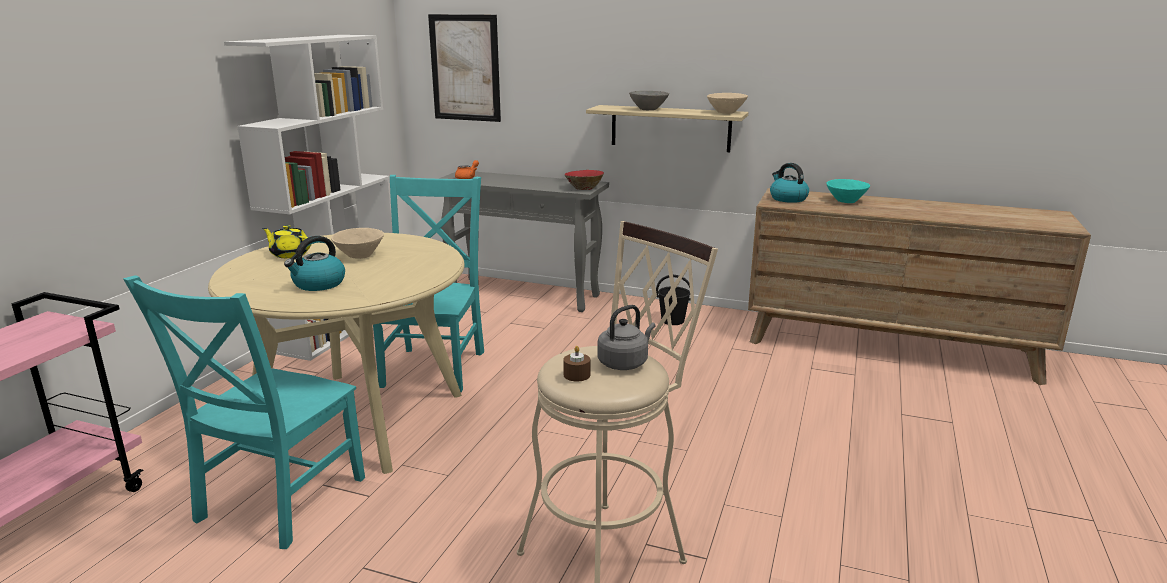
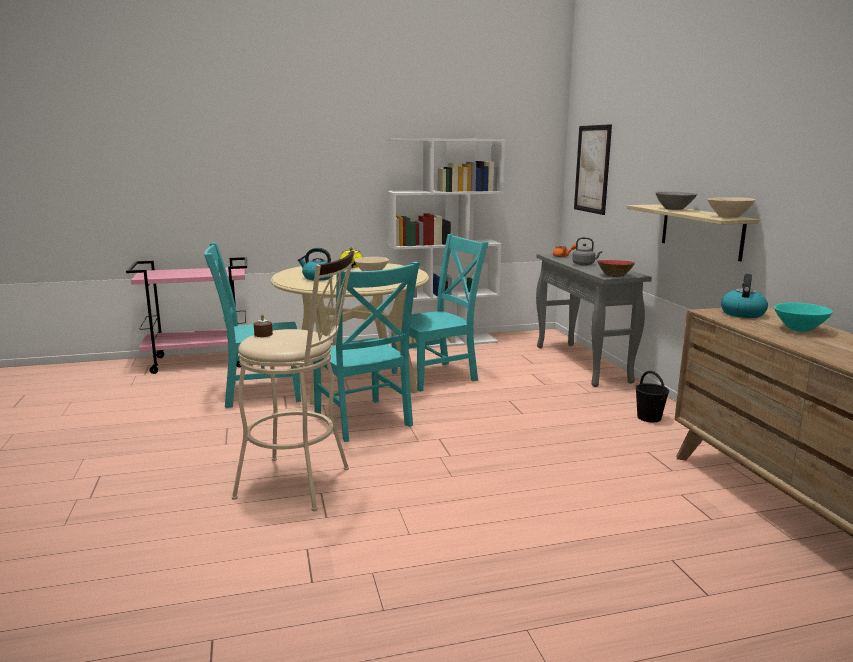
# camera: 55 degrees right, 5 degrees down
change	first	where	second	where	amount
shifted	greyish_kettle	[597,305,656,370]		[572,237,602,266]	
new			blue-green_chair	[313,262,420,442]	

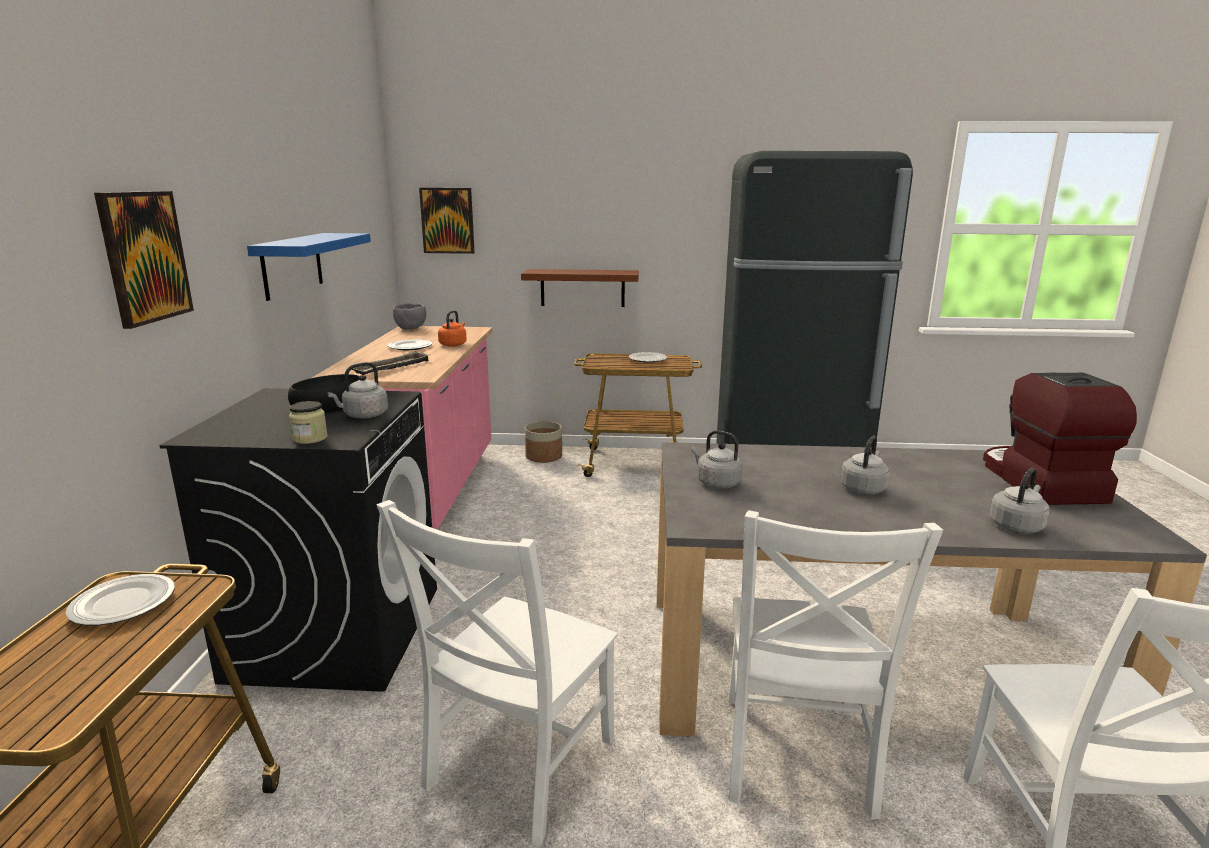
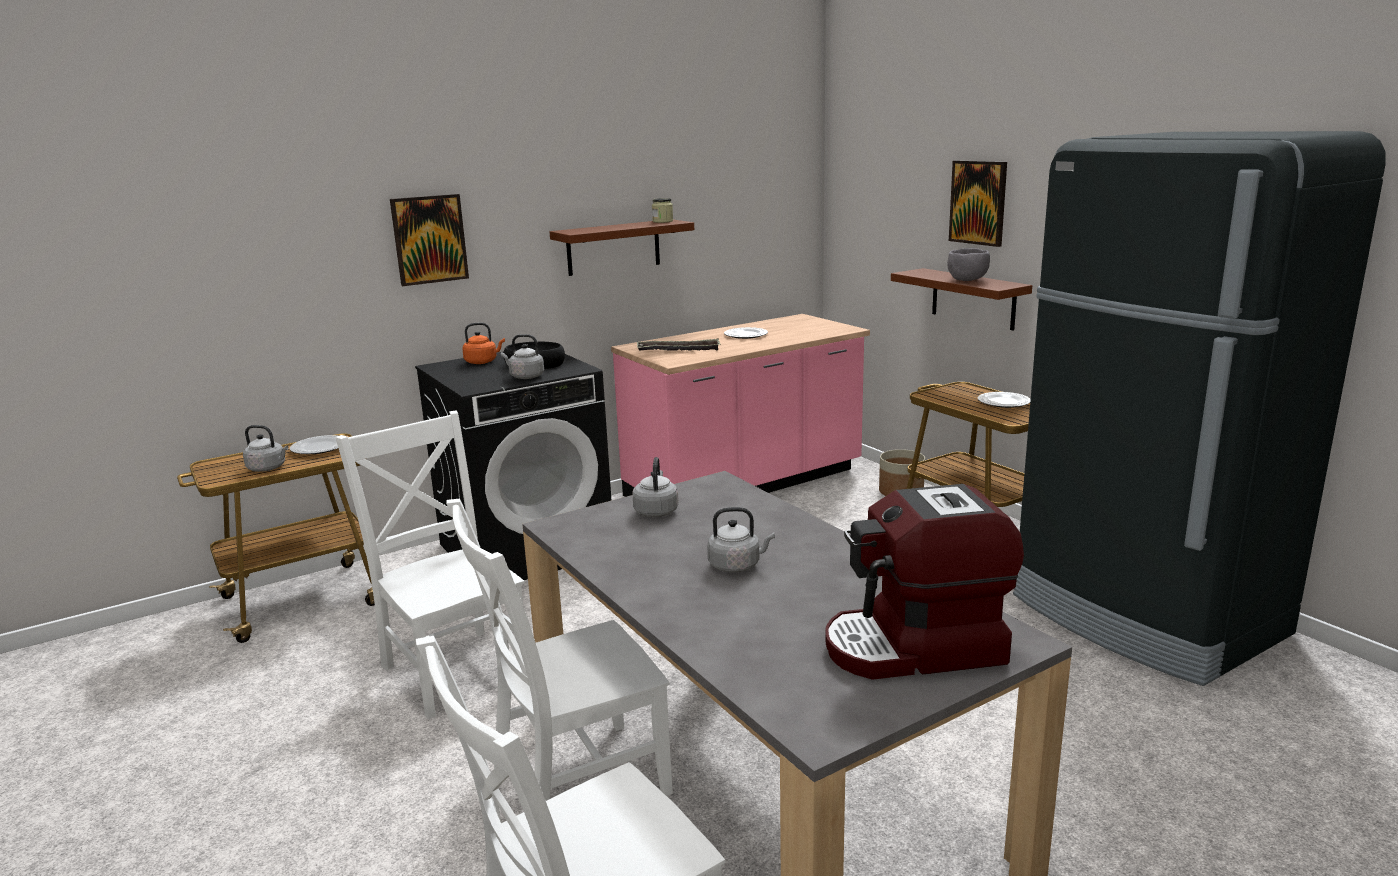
# camera: 55 degrees right, 0 degrees up
change	first	where	second	where	amount
repainted	blue_wall_shelf	[247,233,371,301]	brown-coloured_wall_shelf	[550,220,694,276]	
shifted	preserve_jar	[289,401,328,444]		[652,198,673,223]	
rotated	white_chair	[376,500,618,846]		[335,411,525,719]	60 degrees clockwise
shifted	greyish_bowl	[393,303,426,330]		[947,248,990,281]	
shifted	wall_picture	[419,188,475,254]		[949,160,1007,247]	
shifted	orange_kettle	[438,310,467,347]		[462,323,505,364]	
rotated	coffee_machine	[983,372,1137,505]		[825,484,1024,680]	150 degrees counterclockwise
shifted	greyish_kettle	[989,468,1050,534]		[243,425,288,472]	

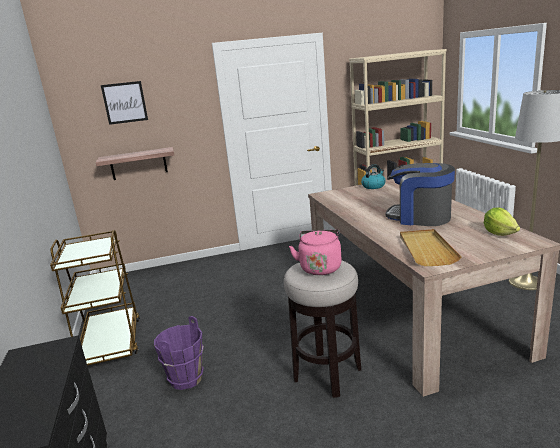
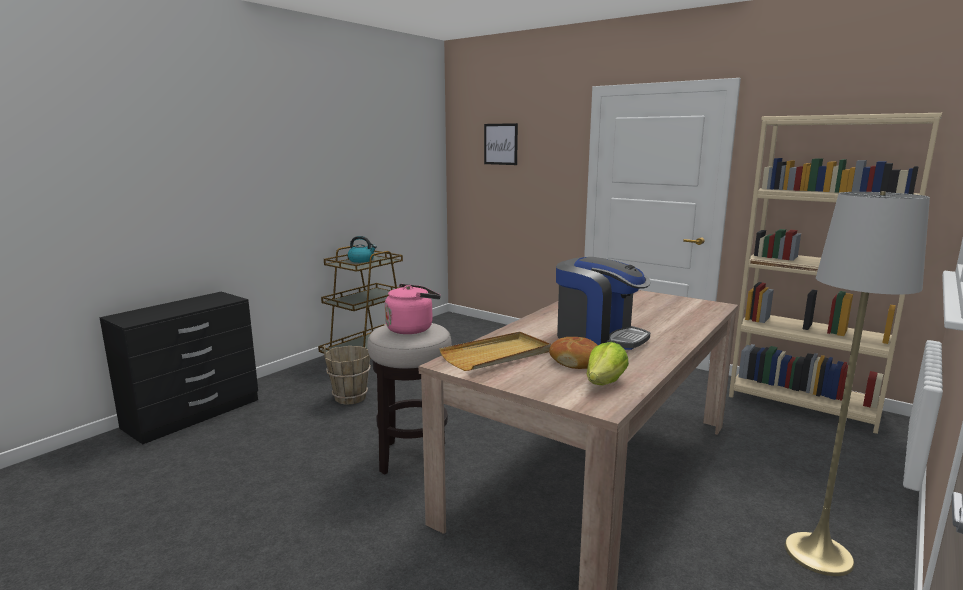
# camera: 50 degrees right, 5 degrees down
change	first	where	second	where	amount
gone	wall_shelf	[96,147,174,180]			
repainted	purple-coloured_water_bucket	[154,316,204,390]	brown-coloured_water_bucket	[323,345,371,405]	
shifted	kettle	[361,164,385,189]		[348,236,377,263]	
rotated	coffee_machine	[386,163,455,226]		[556,257,650,350]	135 degrees clockwise
new			baked_bread	[549,337,598,369]	

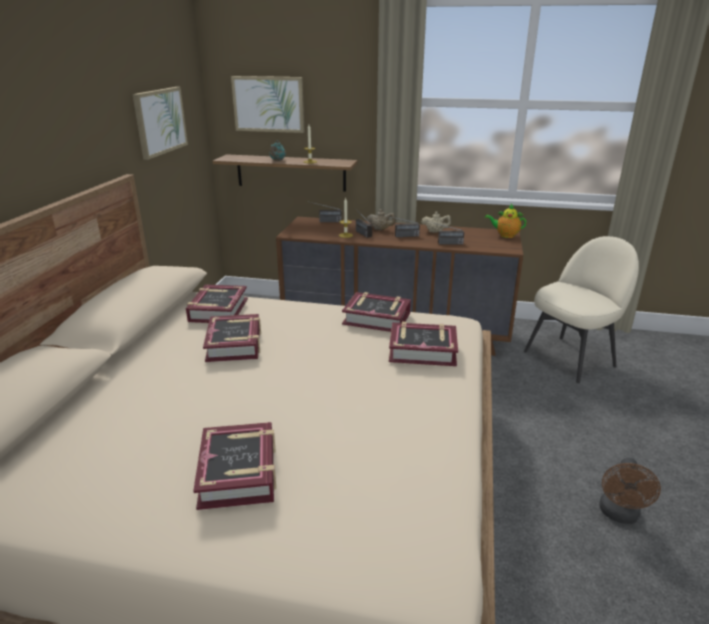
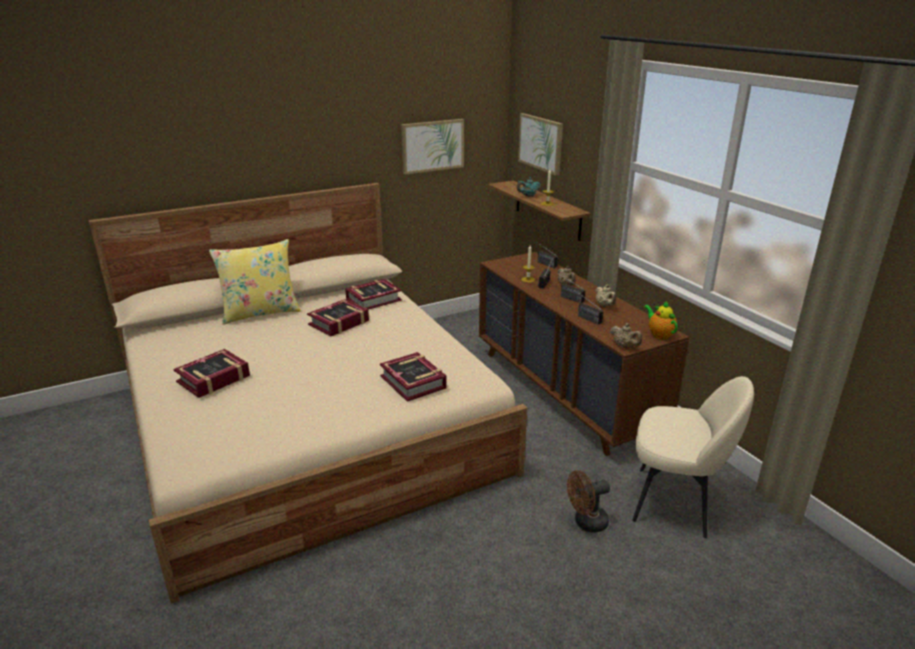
# camera: 50 degrees right, 0 degrees up
change	first	where	second	where	amount
gone	book	[342,292,411,332]			
shifted	brown-coloured_electric_fan	[599,458,661,524]		[567,470,610,533]	
new			yellow-coloured_cushion	[209,239,301,325]	
new			beige_teapot	[610,323,642,348]	

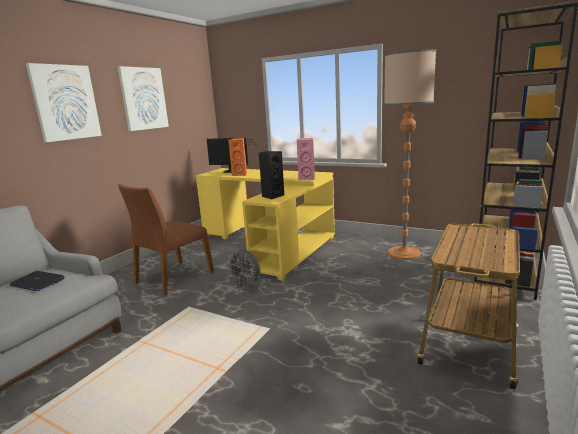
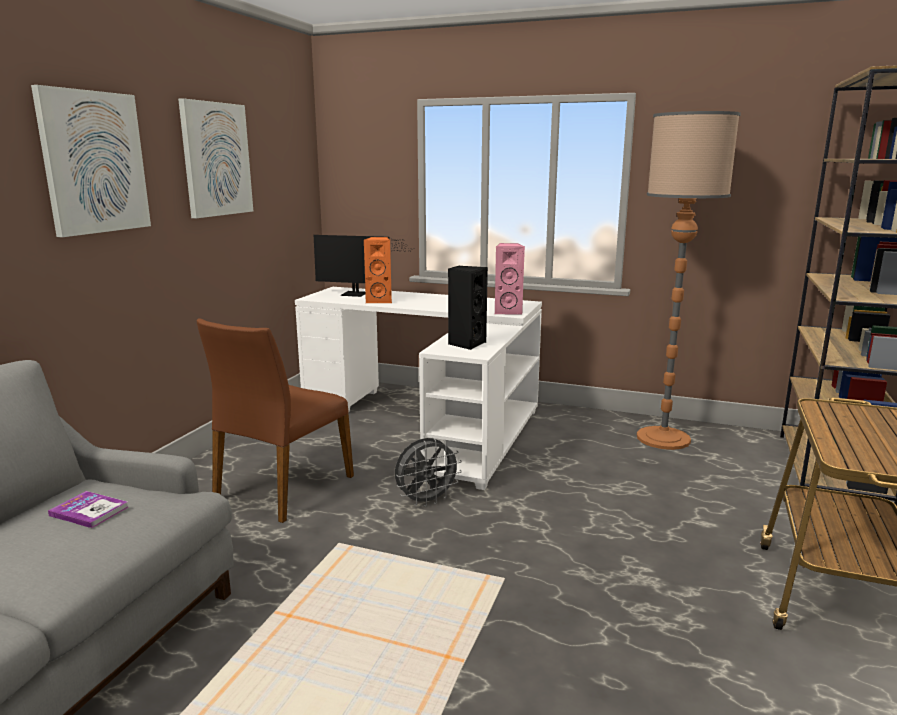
# camera: 10 degrees left, 0 degrees up
change	first	where	second	where	amount
swapped	portable_computer	[9,271,65,291]	book	[48,491,128,528]	
repainted	yellow-coloured_desk	[196,168,335,281]	white_desk	[295,287,542,490]	
rotated	greyish_electric_fan	[227,250,260,289]		[395,438,462,507]	60 degrees counterclockwise

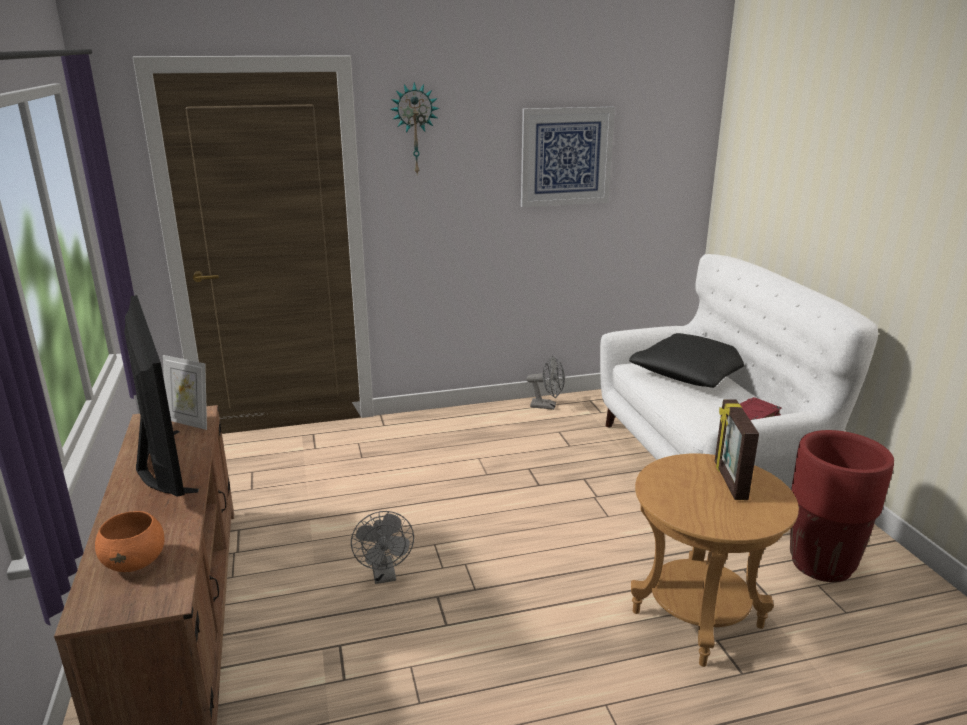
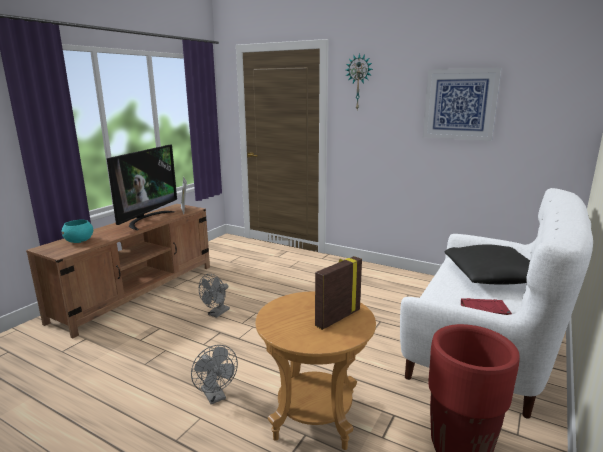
# camera: 45 degrees right, 5 degrees down
change	first	where	second	where	amount
repainted	orange_bowl	[95,511,165,572]	blue-green_bowl	[62,219,93,243]	
shifted	greyish_electric_fan	[526,356,565,410]		[191,345,238,404]	

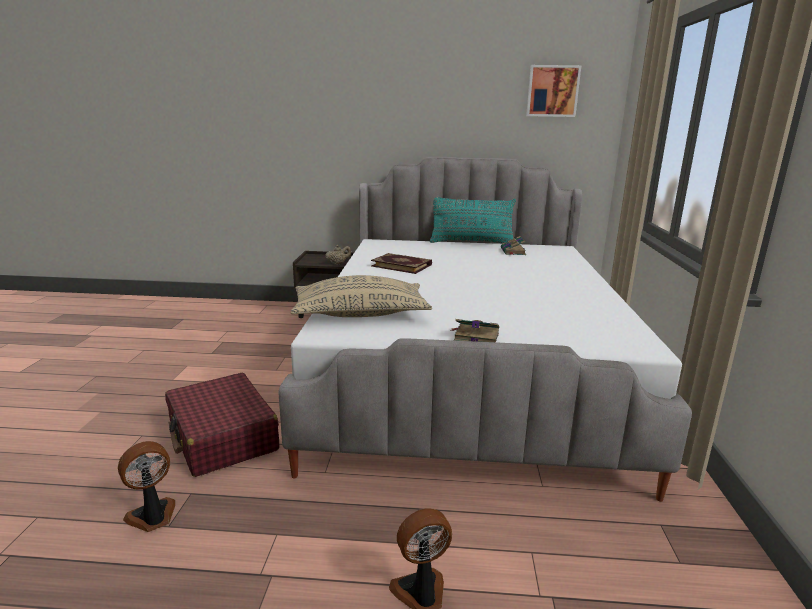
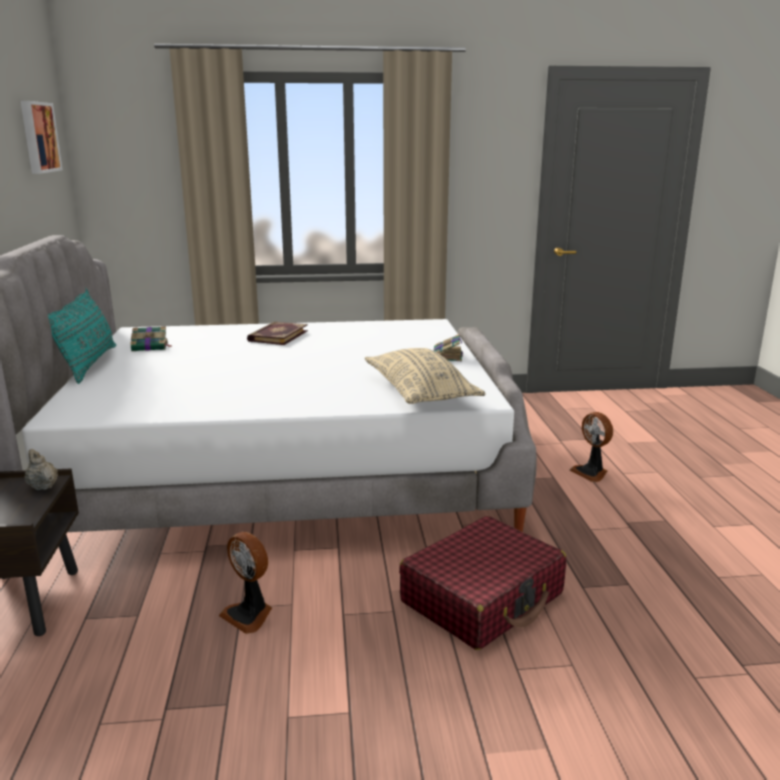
# camera: 100 degrees left, 0 degrees up
change	first	where	second	where	amount
shifted	electric_fan	[118,441,175,532]		[219,532,272,634]	
shifted	book	[371,253,432,274]		[247,322,308,345]	

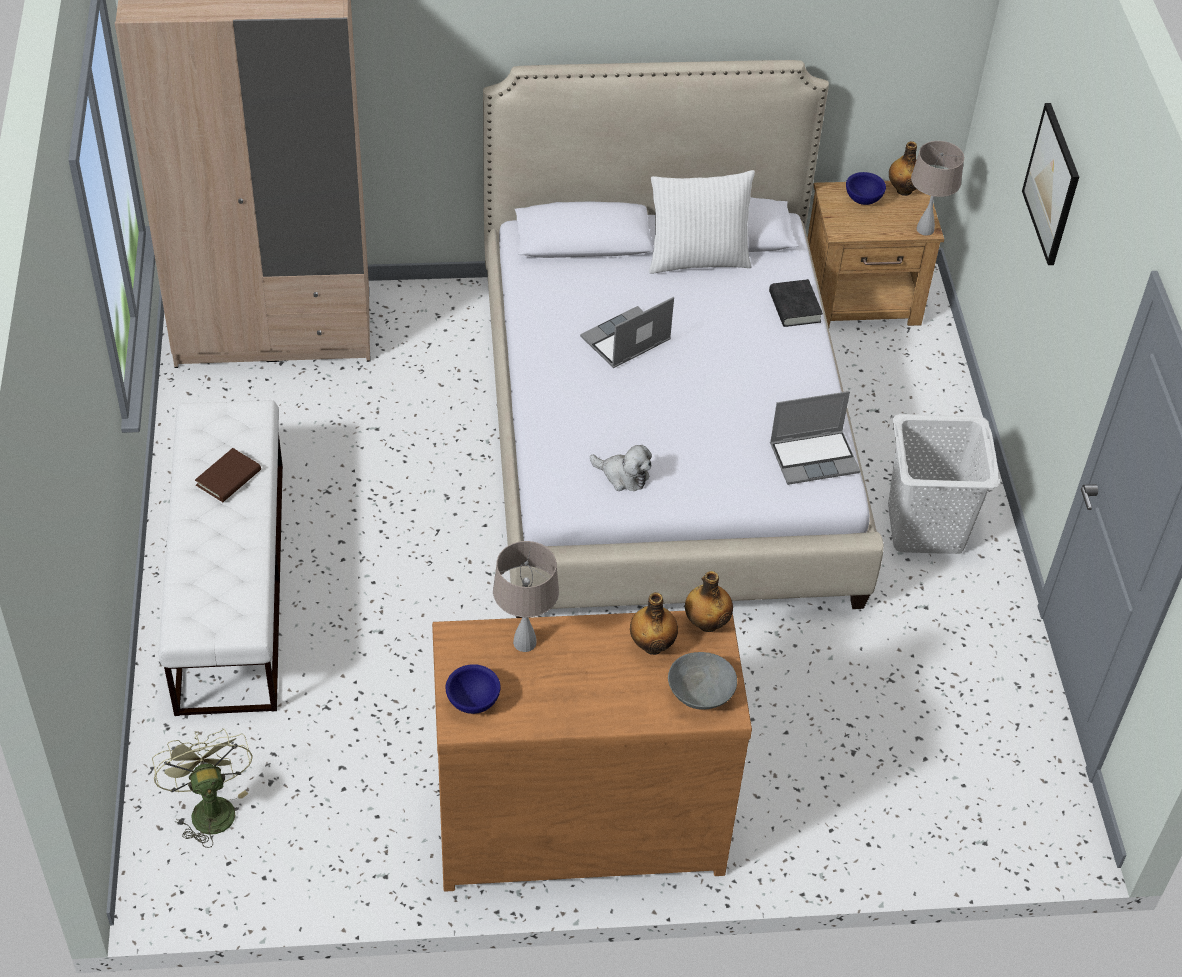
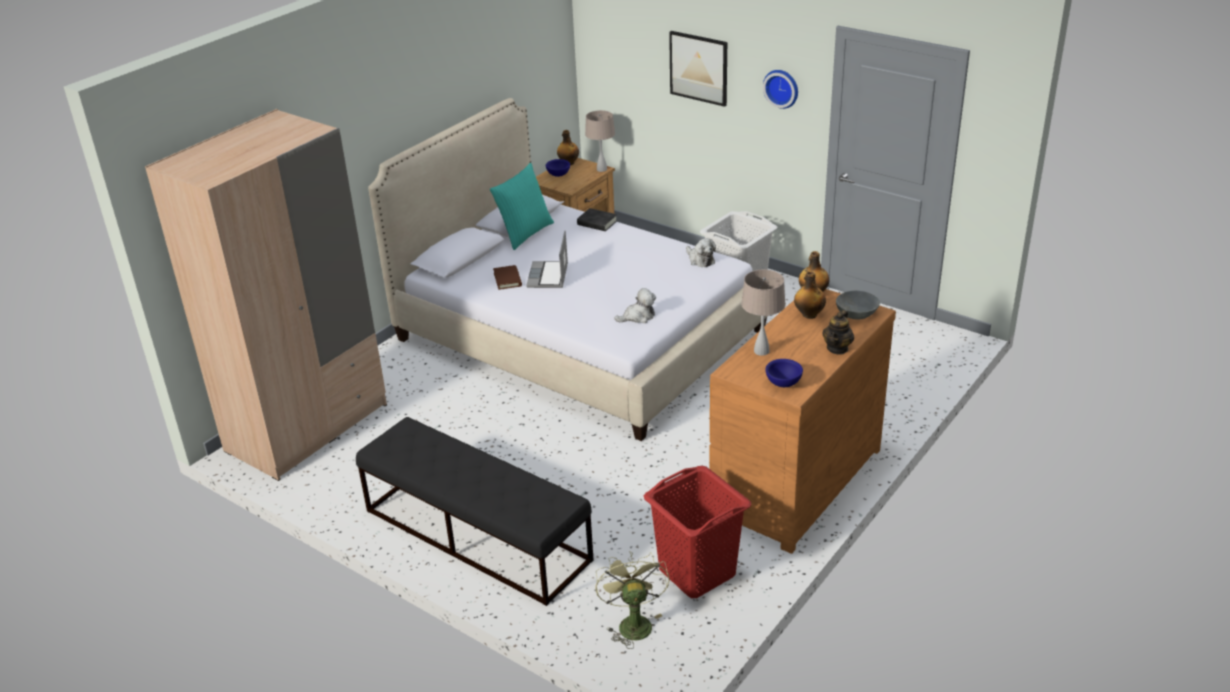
# camera: 45 degrees left, 15 degrees down
change	first	where	second	where	amount
rotated	green_electric_fan	[152,728,253,848]		[595,551,670,649]	60 degrees clockwise
repainted	white_indoor_bench	[159,400,283,716]	black-coloured_indoor_bench	[356,417,594,606]	
shifted	brown-coloured_book	[195,448,261,502]		[493,265,522,290]	
repainted	white_cushion	[649,170,755,274]	blue-green_cushion	[490,163,554,250]	
swapped	portable_computer	[770,391,860,485]	plush_toy	[686,238,716,267]	
new			red-coloured_washing_basket	[644,466,752,598]	
new			hanging_clock	[763,70,798,109]	
new			teapot	[822,310,854,354]	

